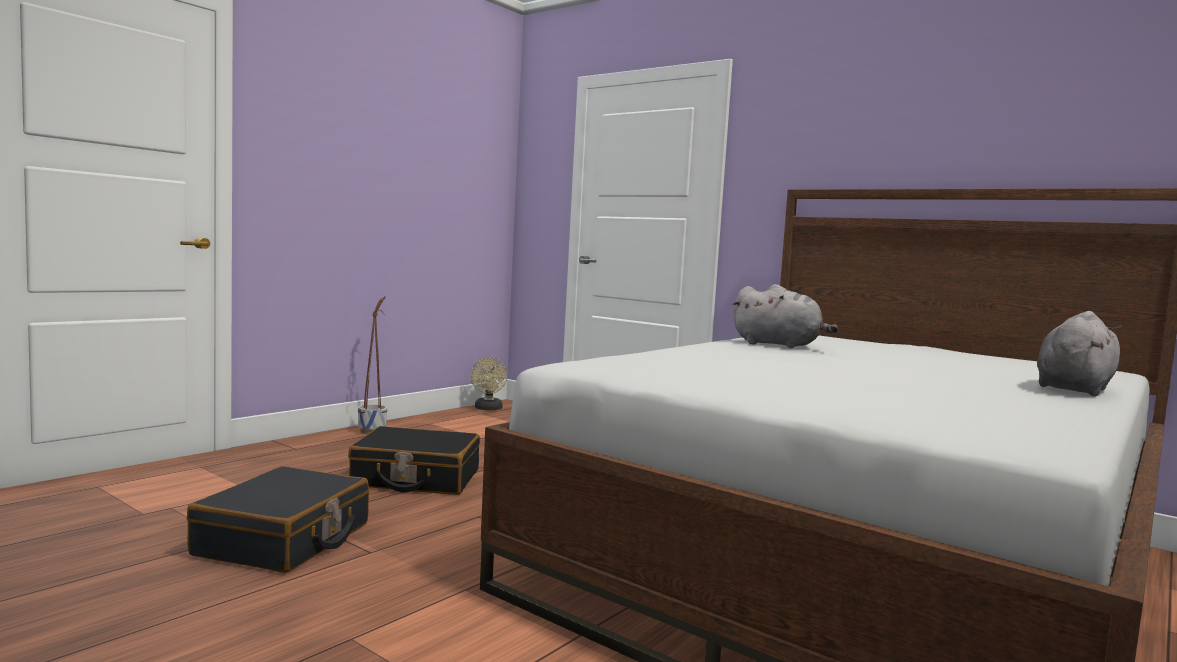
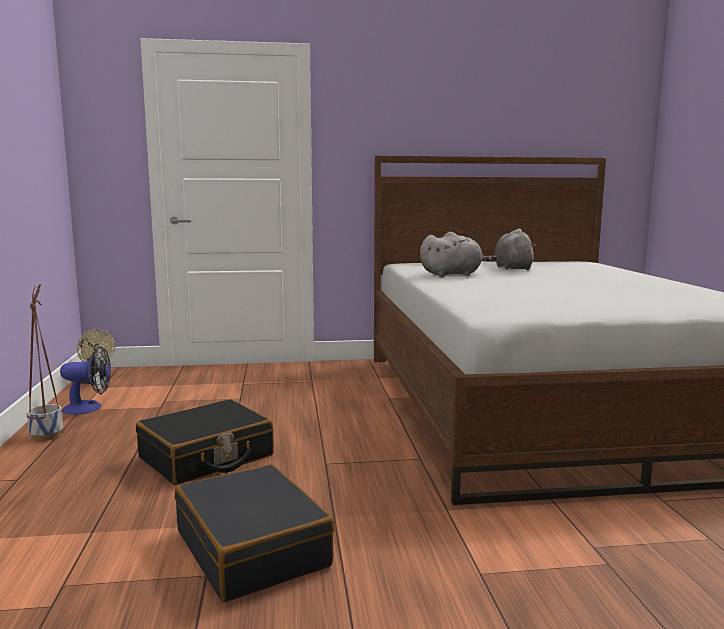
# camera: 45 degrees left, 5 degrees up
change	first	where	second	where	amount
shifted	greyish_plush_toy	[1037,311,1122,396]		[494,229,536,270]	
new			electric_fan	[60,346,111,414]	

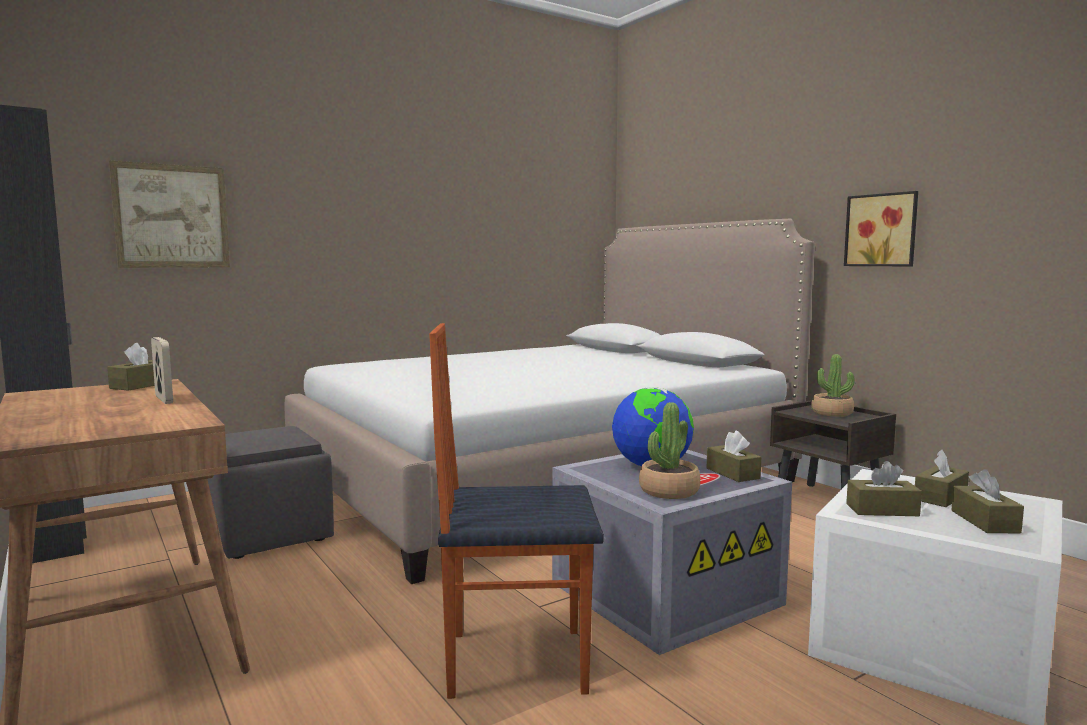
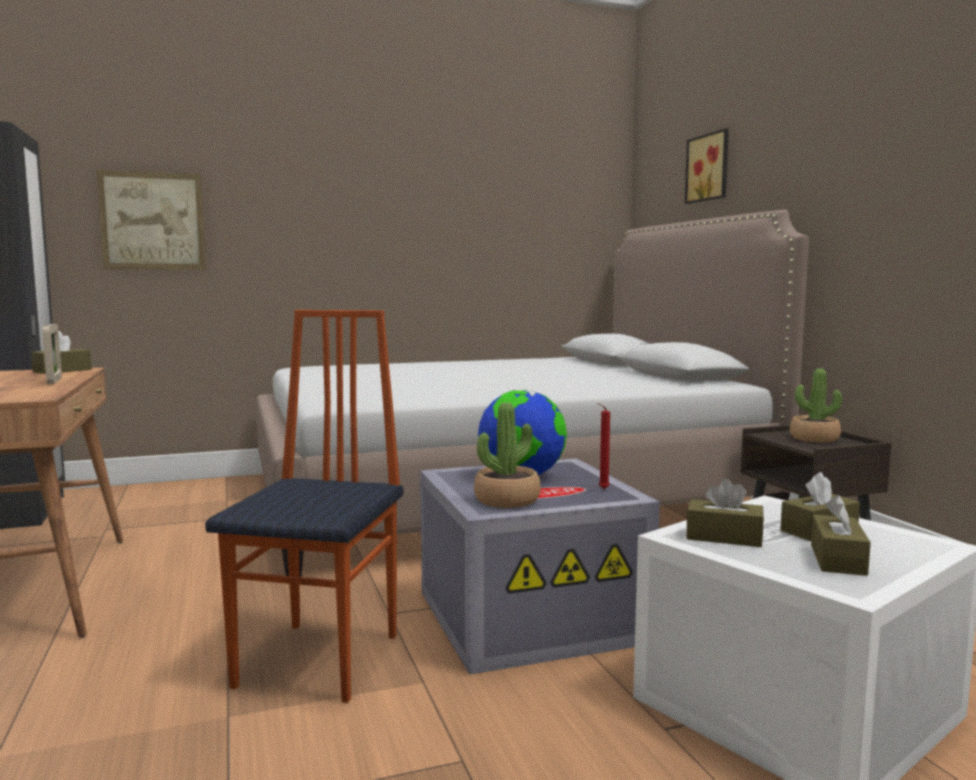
# camera: 15 degrees right, 0 degrees up
change	first	where	second	where	amount
gone	greyish_footrest	[207,426,334,559]			
rotated	chair	[429,323,604,699]		[205,310,403,703]	90 degrees clockwise
swapped	brown-coloured_tissue_holder	[707,431,761,482]	red-coloured_wax_light	[597,403,610,489]	
shifted	wall_picture	[844,191,918,266]		[685,128,729,204]	

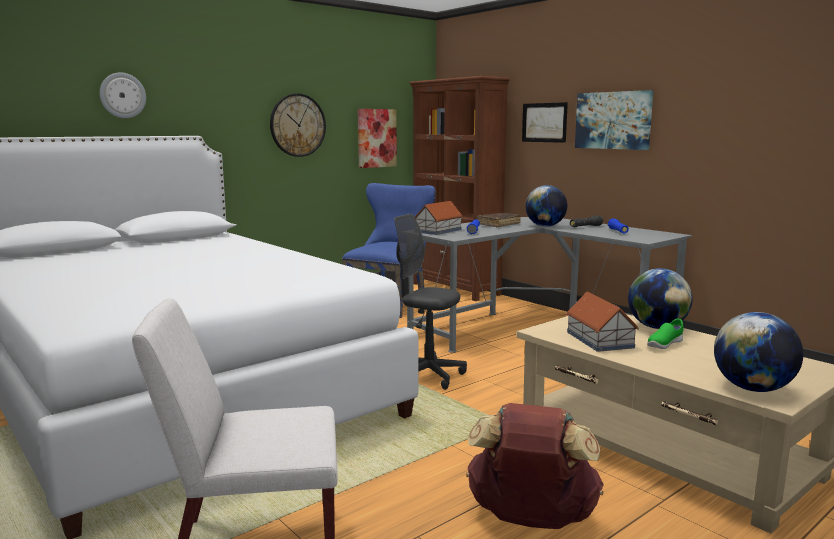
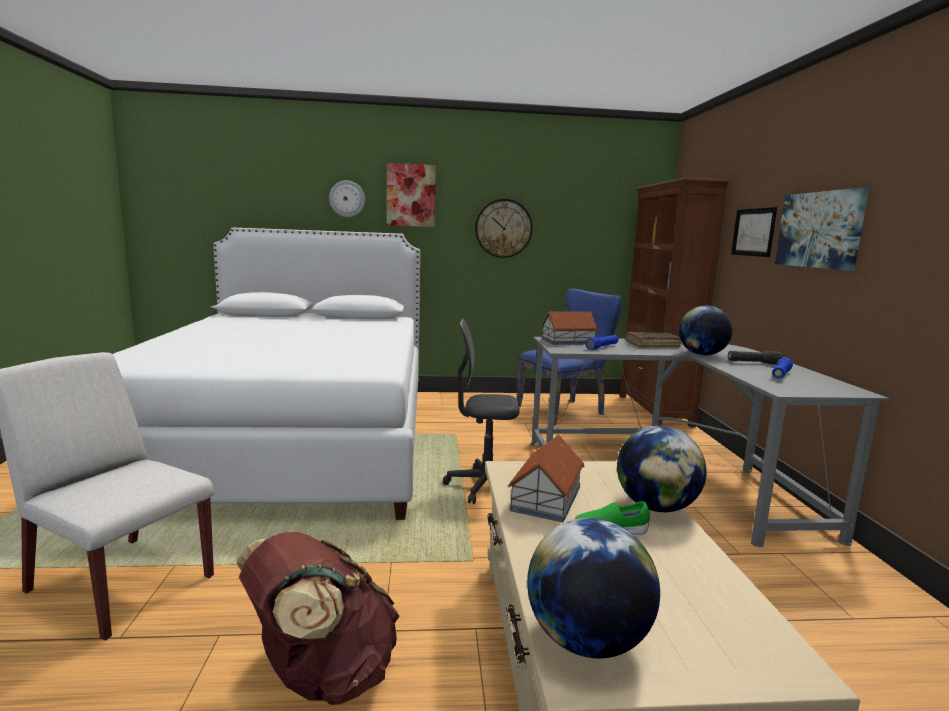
# camera: 35 degrees right, 0 degrees up
change	first	where	second	where	amount
shifted	wall_picture	[358,109,397,168]		[387,163,436,227]	
rotated	greyish_office_chair	[394,214,467,390]		[443,318,520,504]	60 degrees counterclockwise

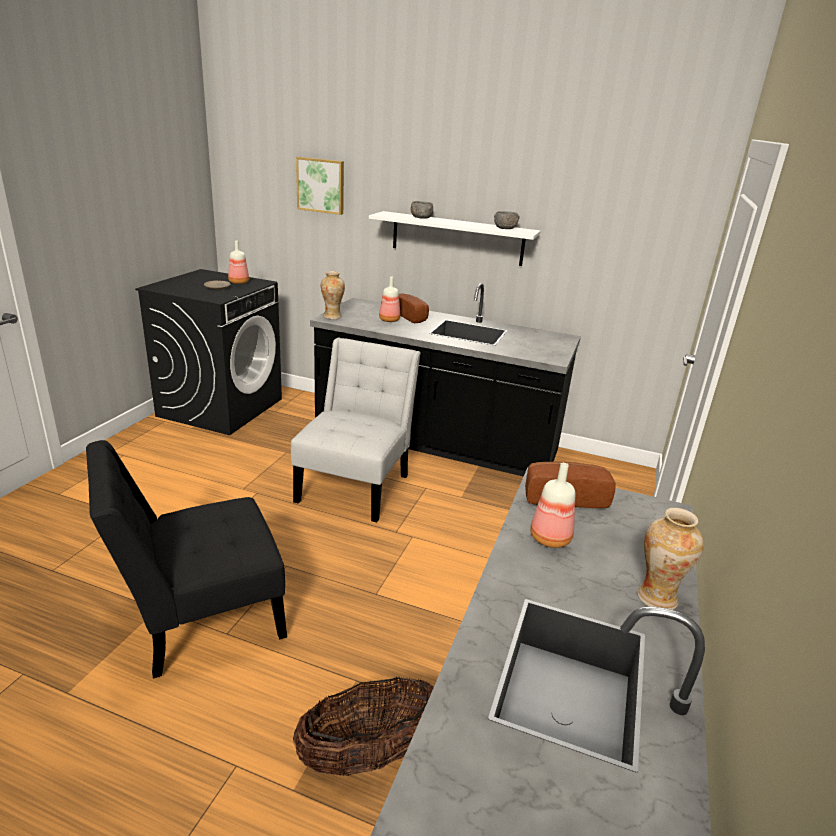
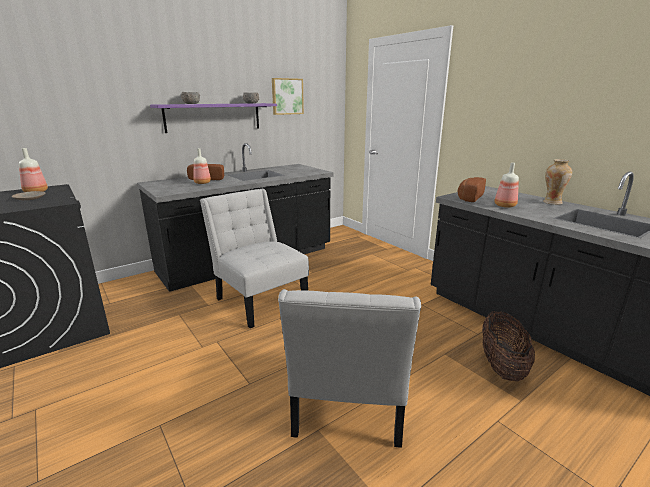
# camera: 55 degrees left, 5 degrees down
change	first	where	second	where	amount
repainted	black-coloured_chair	[86,440,287,679]	white_chair	[278,289,421,448]	
shifted	wall_picture	[296,157,344,215]		[272,78,304,115]	
gone	vase	[321,271,345,319]			
repainted	white_wall_shelf	[369,211,541,266]	purple-coloured_wall_shelf	[150,103,277,133]	

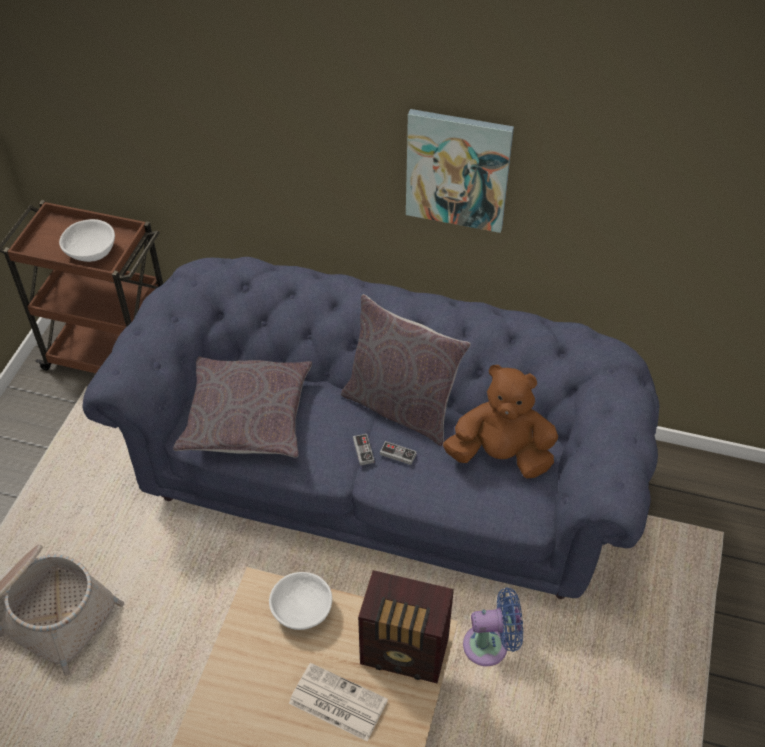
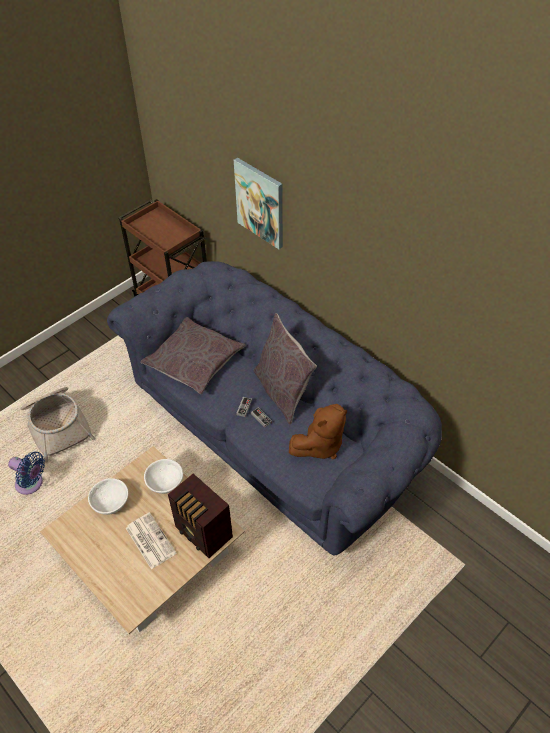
# camera: 30 degrees right, 0 degrees up
change	first	where	second	where	amount
shifted	white_bowl	[59,219,115,262]		[88,478,128,515]	
shifted	wall_picture	[406,109,514,233]		[234,158,283,249]	
rotated	brown-coloured_plush_toy	[443,365,558,479]		[289,404,347,459]	105 degrees clockwise
shifted	blue_electric_fan	[463,588,523,666]		[8,452,45,495]	

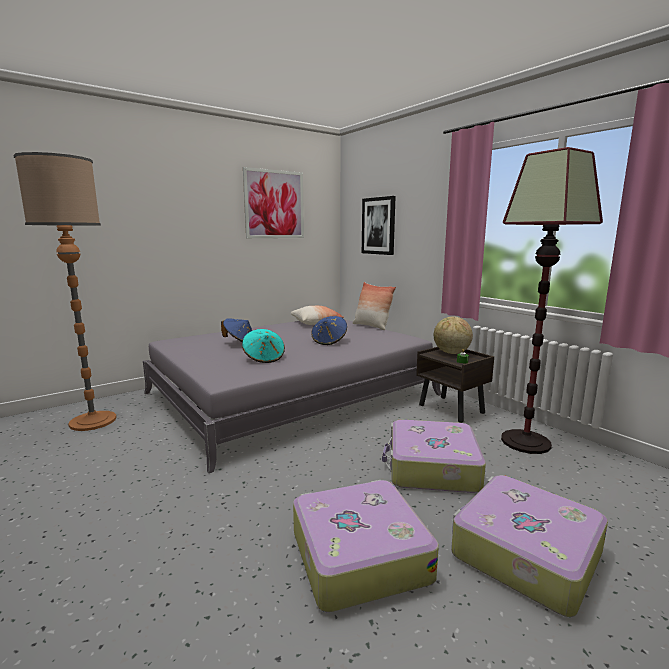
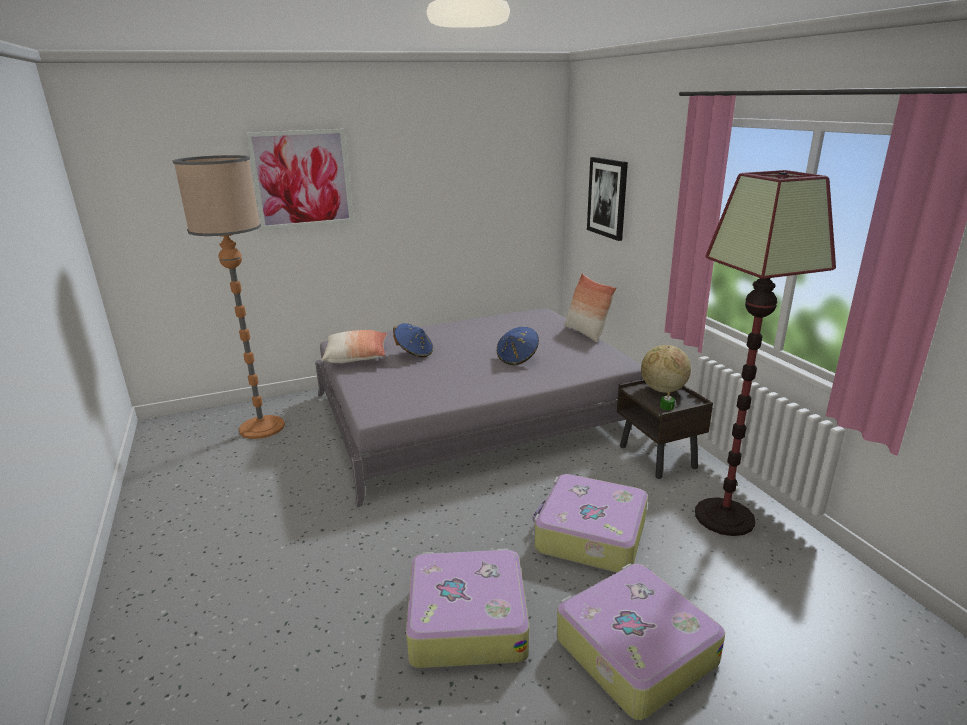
# camera: 15 degrees right, 10 degrees up
change	first	where	second	where	amount
gone	blue-green_hat	[242,329,285,363]			
shifted	wall_picture	[243,167,304,238]		[246,129,354,230]	
shifted	cushion	[290,306,344,325]		[322,330,388,363]	

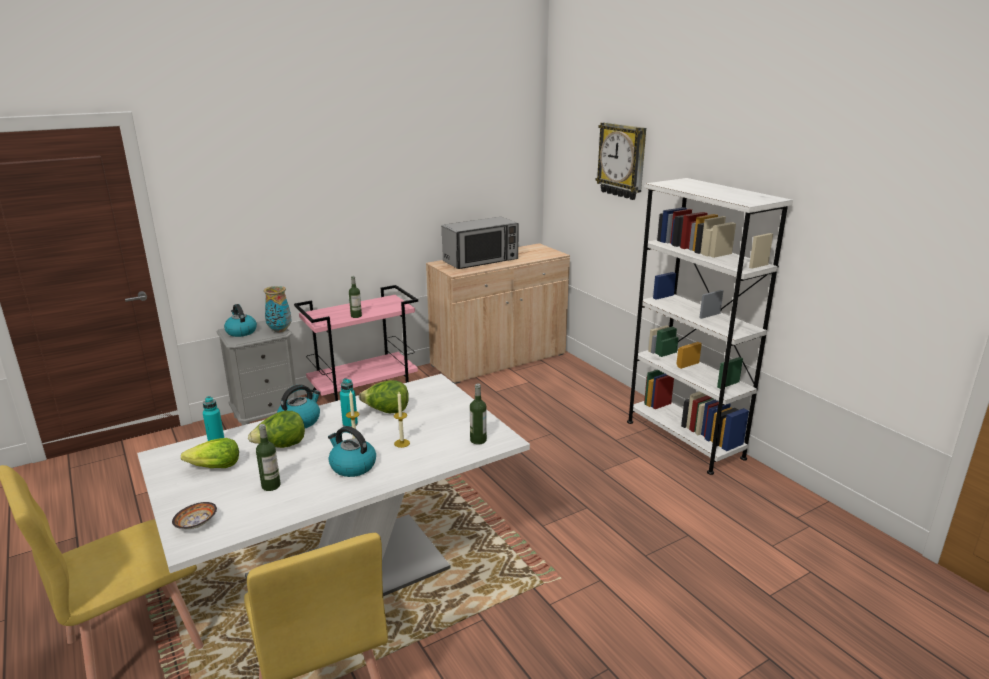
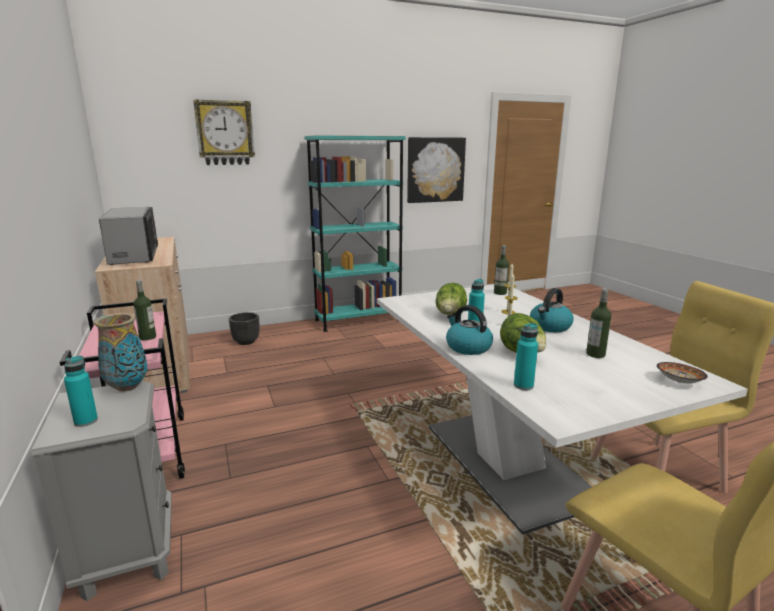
# camera: 80 degrees left, 5 degrees down
change	first	where	second	where	amount
gone	head_of_lettuce	[181,438,239,468]			
swapped	kettle	[224,304,257,337]	blue-green_drink_bottle	[64,356,98,427]	
repainted	white_bookshelf	[627,178,793,475]	blue-green_bookshelf	[305,136,406,332]	
new			black-coloured_planter	[229,312,259,345]	
new			wall_picture	[407,137,466,203]	

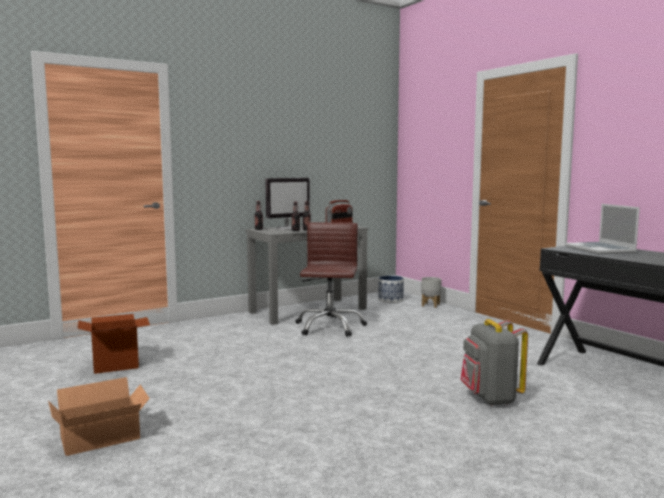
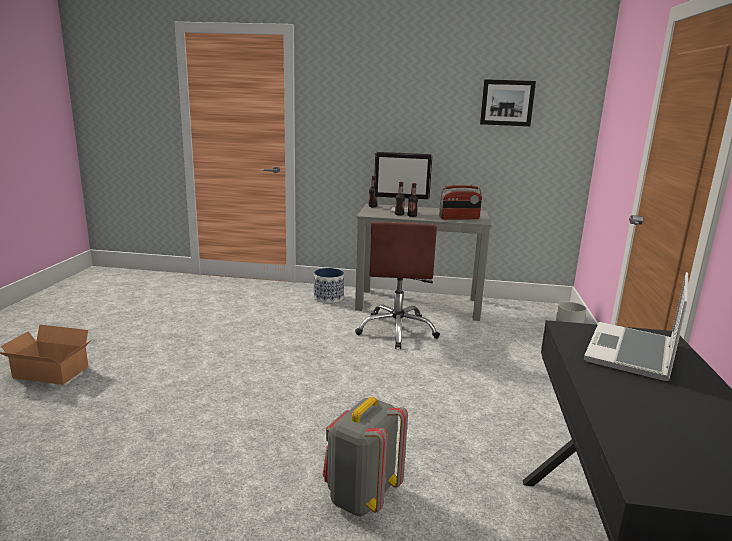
# camera: 40 degrees right, 10 degrees up
change	first	where	second	where	amount
gone	packing_box	[78,314,150,374]			
rotated	brown-coloured_office_chair	[295,222,367,337]		[355,222,440,349]	135 degrees clockwise
shifted	planter	[378,276,404,303]		[314,268,344,303]	
new			wall_picture	[480,79,536,126]	

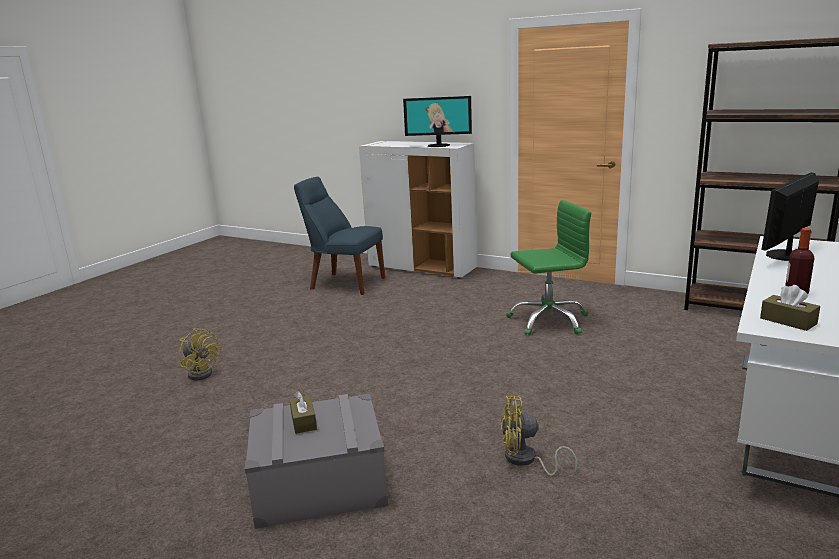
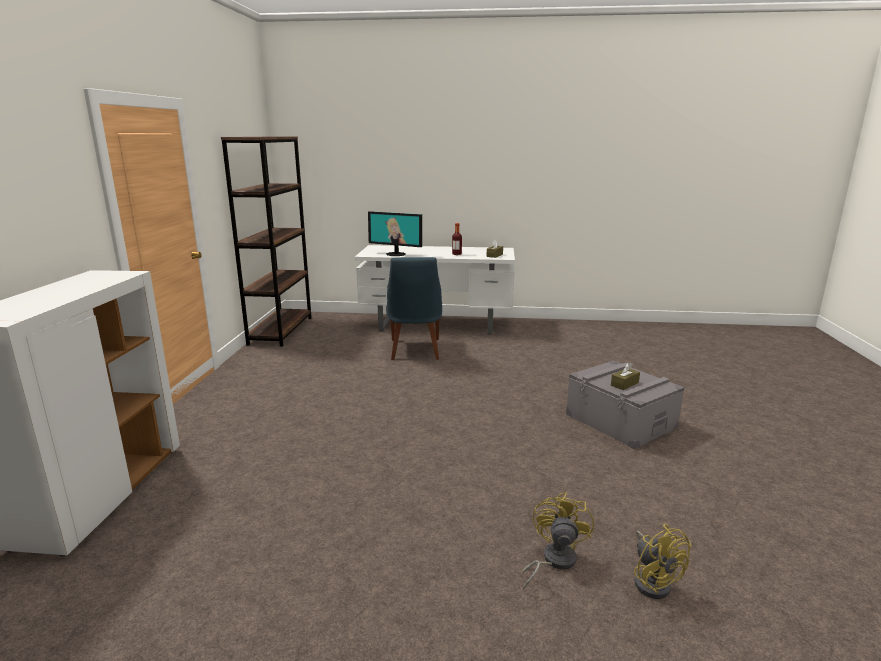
# camera: 115 degrees left, 0 degrees up
change	first	where	second	where	amount
shifted	blue_chair	[294,177,385,295]		[387,257,442,360]	
gone	monitor	[403,96,472,147]			
shifted	yellow-coloured_electric_fan	[501,396,578,476]		[634,524,691,599]	
gone	green_office_chair	[506,200,591,336]			

